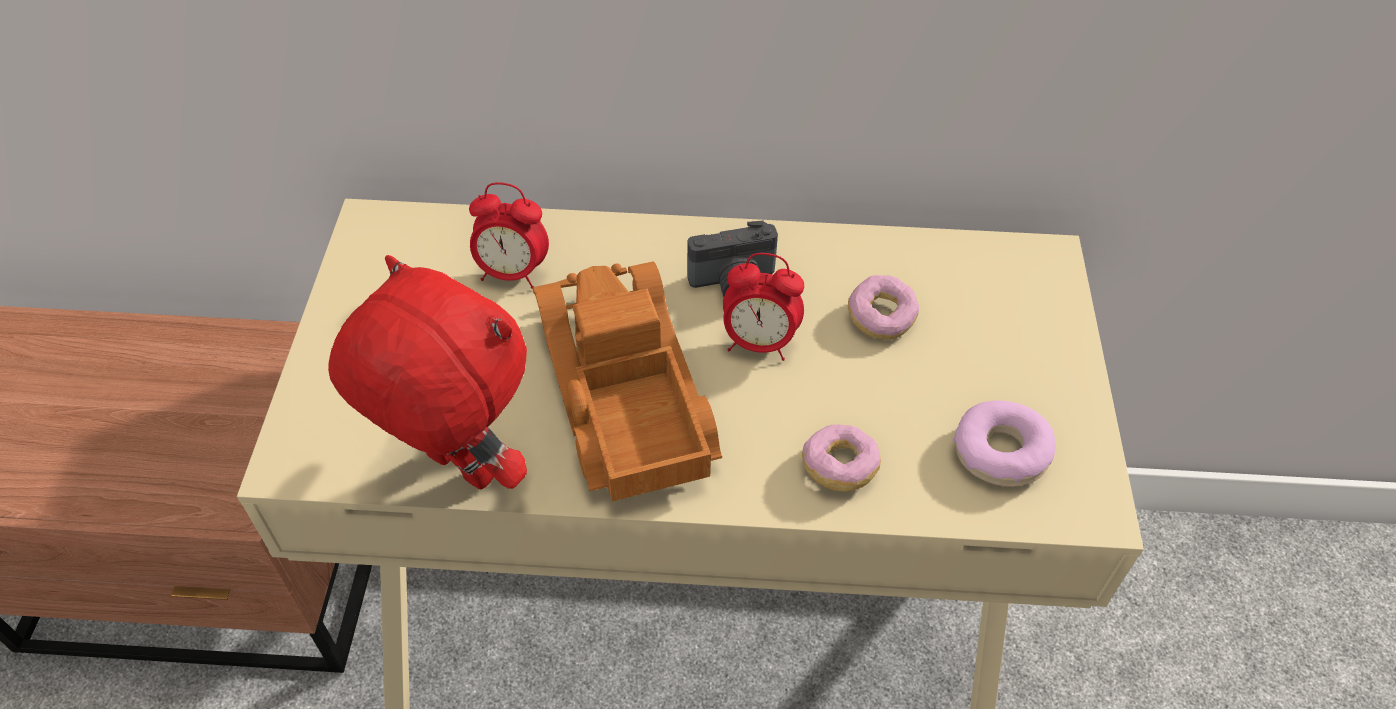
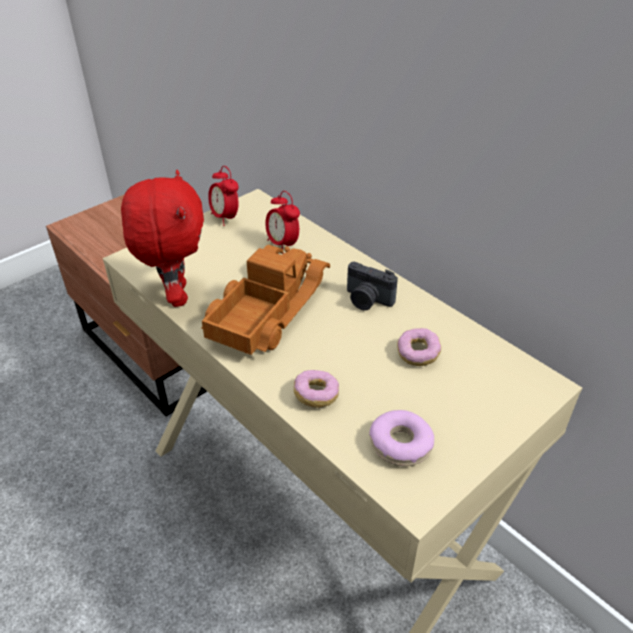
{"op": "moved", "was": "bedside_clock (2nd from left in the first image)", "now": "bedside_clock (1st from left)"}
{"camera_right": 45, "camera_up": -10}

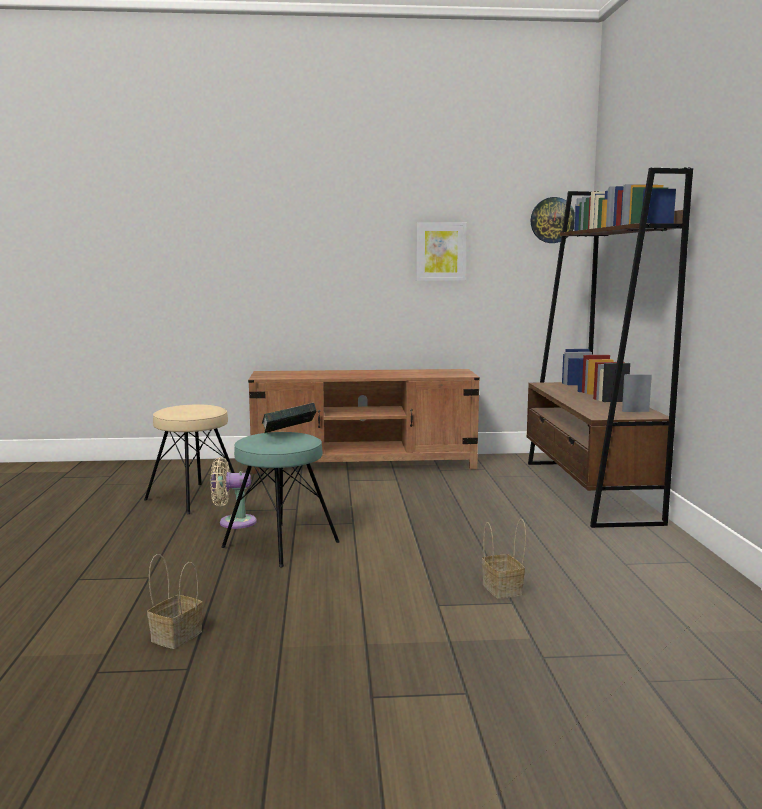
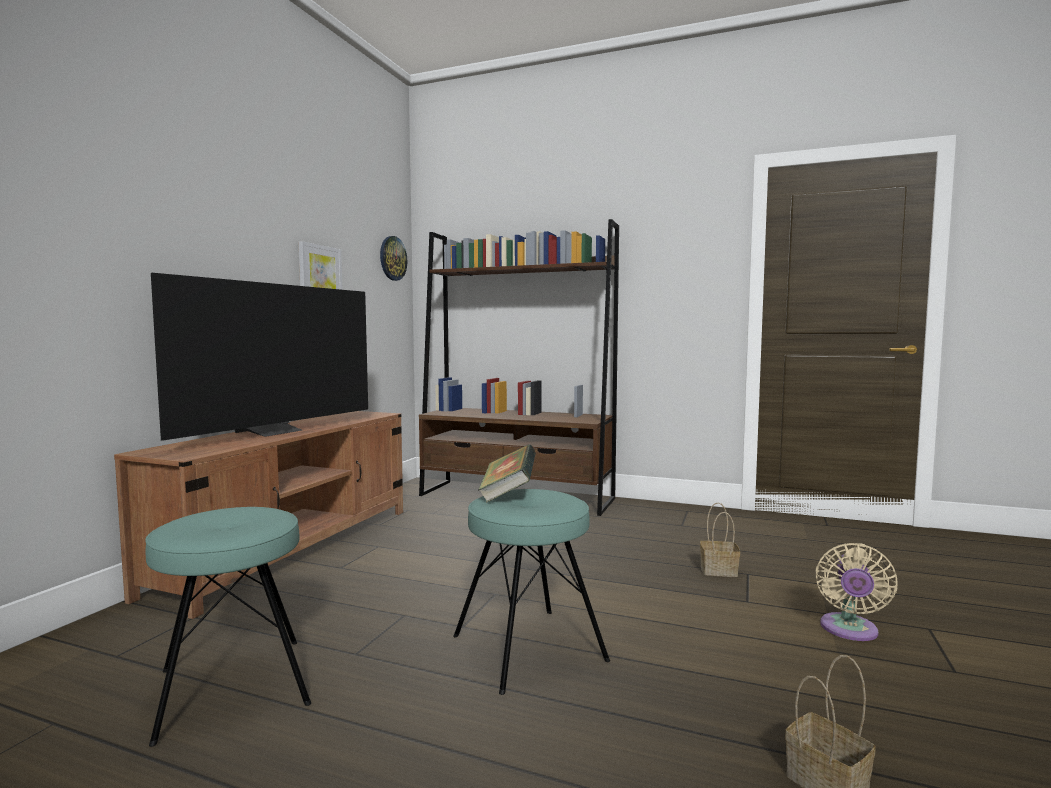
{"op": "recoloured", "was": "beige_sitting_stool", "now": "turquoise_sitting_stool (1st from left)"}
{"op": "added", "now": "TV"}
{"op": "moved", "was": "beige_cooling_fan"}
{"camera_right": -65, "camera_up": -5}

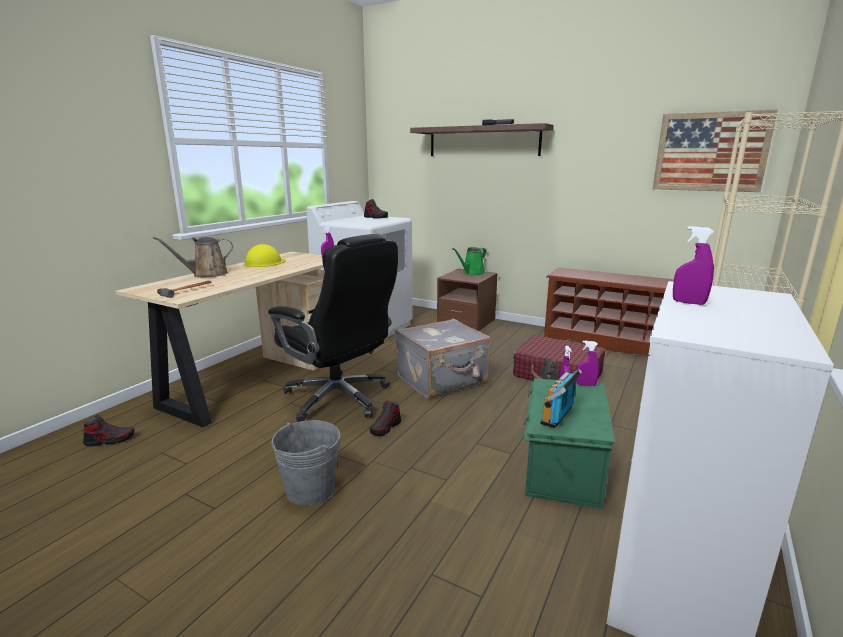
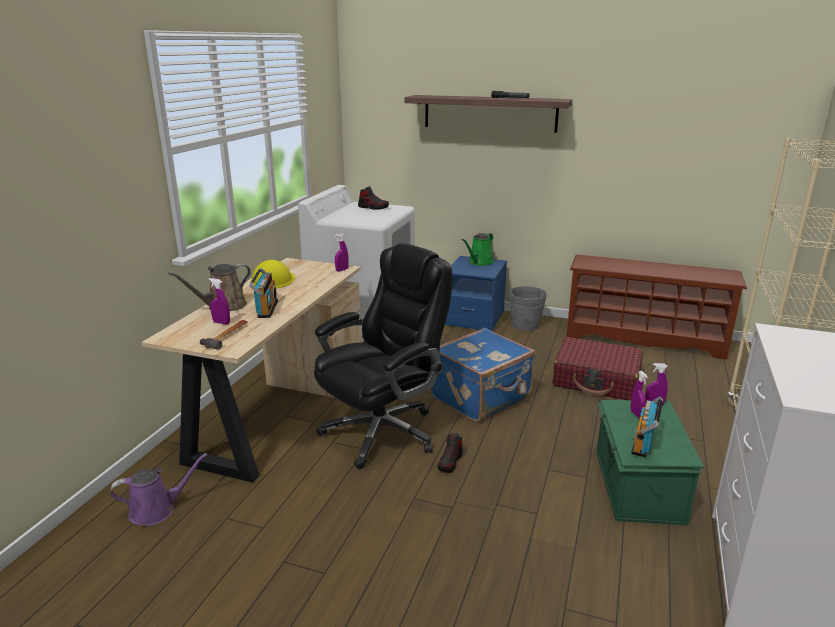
{"op": "replaced", "was": "item_of_footwear (1st from left)", "now": "purple-coloured_sprinkling_can"}
{"op": "moved", "was": "purple-coloured_sprayer (4th from left in the first image)", "now": "purple-coloured_sprayer (1st from left)"}
{"op": "added", "now": "radio (1st from left)"}
{"op": "turned", "was": "blackish_computer_chair", "clockwise": -75}
{"op": "recoloured", "was": "grey_travel_case", "now": "blue_travel_case"}
{"op": "recoloured", "was": "brownish_nightstand", "now": "blue_nightstand"}
{"op": "moved", "was": "grey_bucket"}
{"op": "removed", "was": "wall_art"}
{"camera_right": -10, "camera_up": 5}

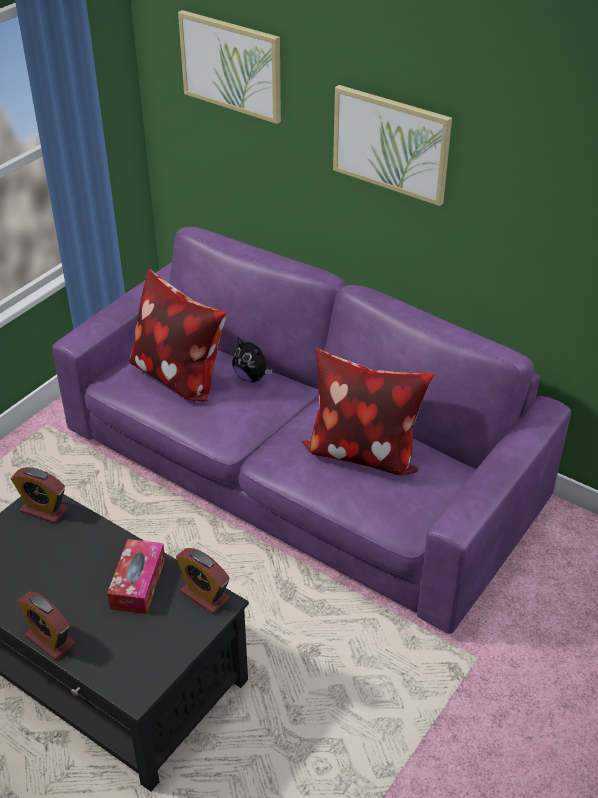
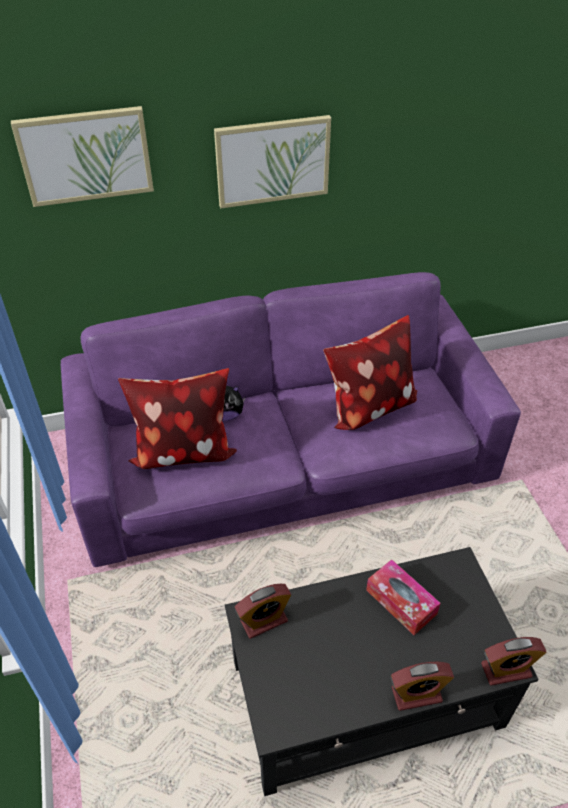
{"op": "moved", "was": "bedside_clock (3rd from left)"}
{"camera_right": -50, "camera_up": 5}

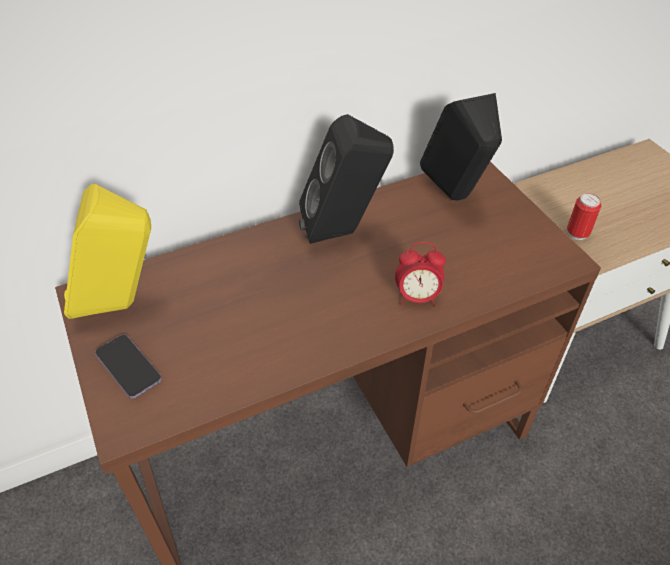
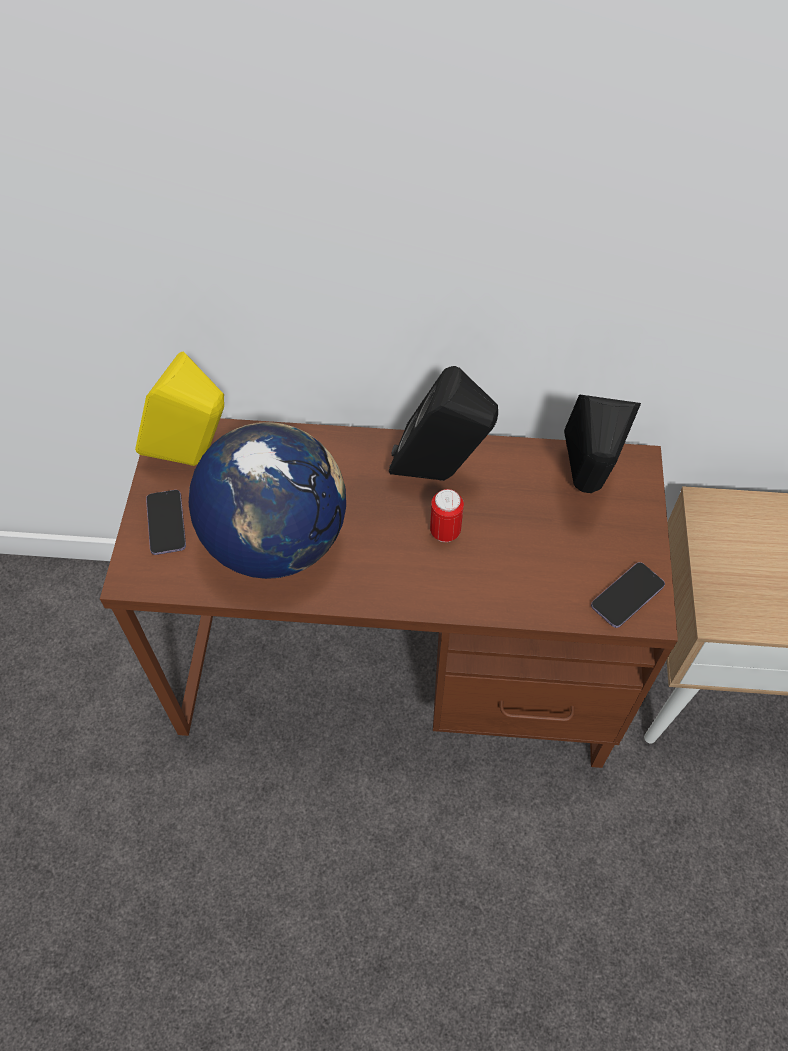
{"op": "added", "now": "globe"}
{"op": "moved", "was": "metal_can"}
{"op": "added", "now": "telephone (2nd from left)"}
{"op": "removed", "was": "bedside_clock"}
{"camera_right": 30, "camera_up": 10}

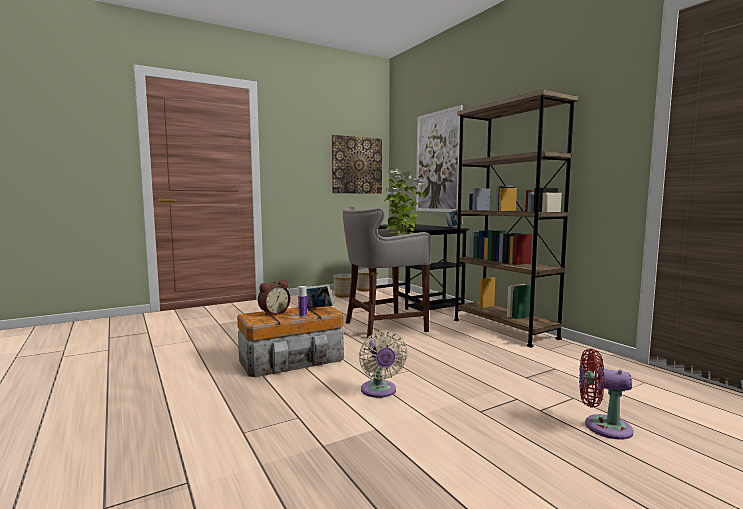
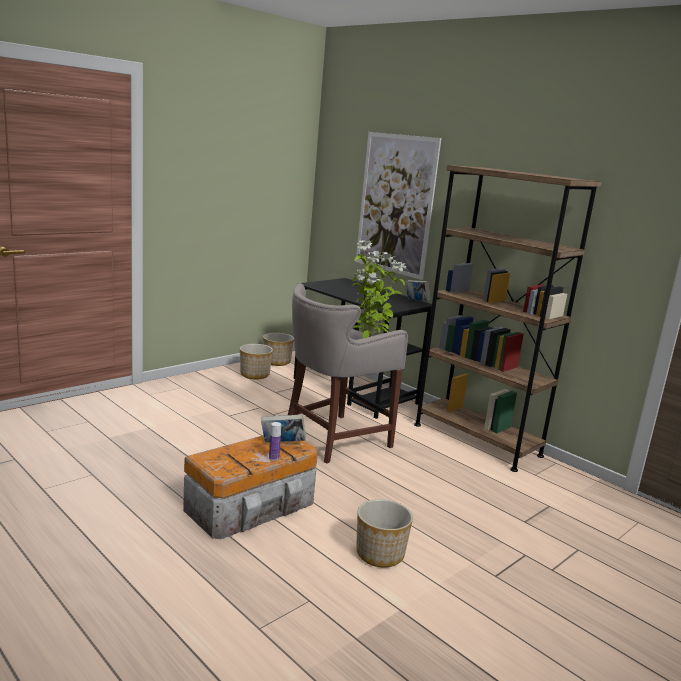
{"op": "replaced", "was": "beige_cooling_fan", "now": "plant_pot (3rd from left)"}
{"op": "removed", "was": "bedside_clock"}
{"op": "removed", "was": "wall_art (1st from left)"}
{"op": "removed", "was": "red-coloured_cooling_fan"}
{"camera_right": -15, "camera_up": 10}

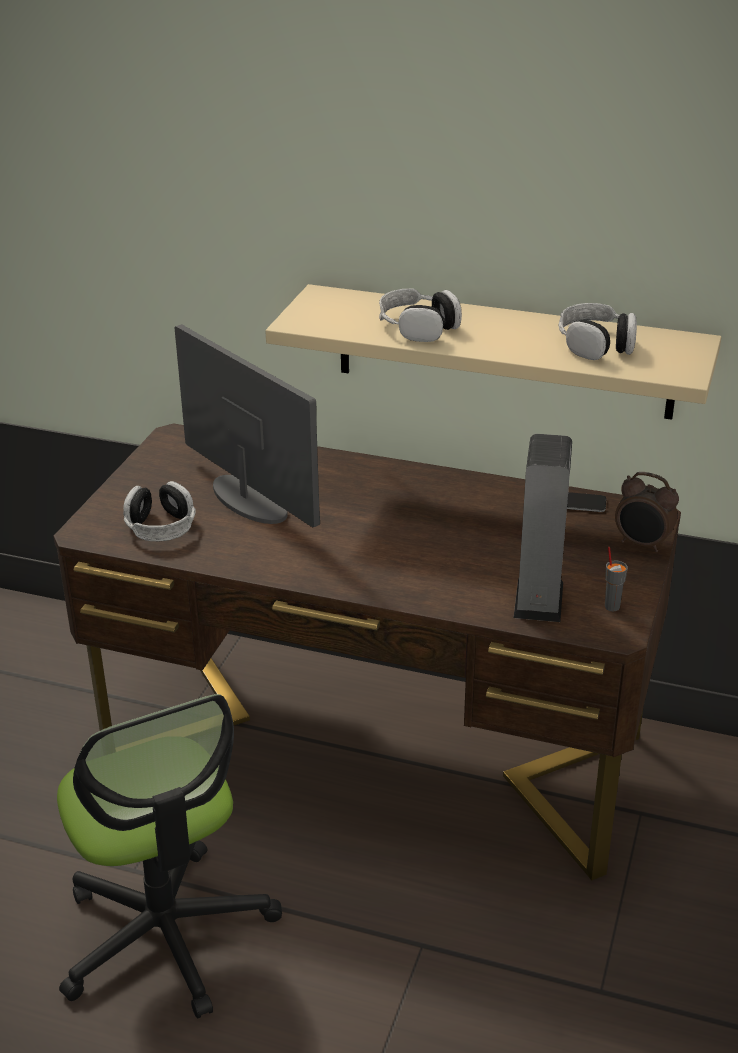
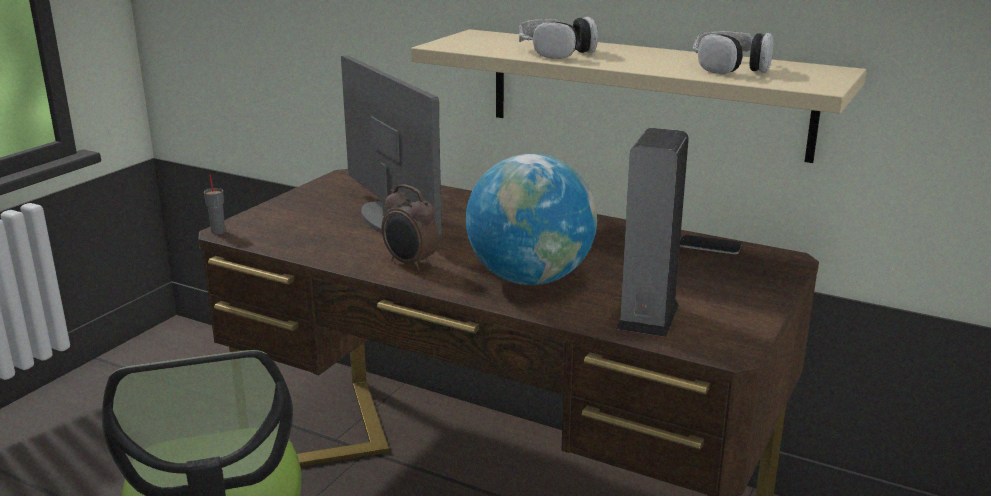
{"op": "moved", "was": "grey_small_cup"}
{"op": "moved", "was": "bedside_clock"}
{"op": "added", "now": "globe"}
{"op": "removed", "was": "pair_of_headphones (1st from left)"}
{"camera_right": 10, "camera_up": -10}

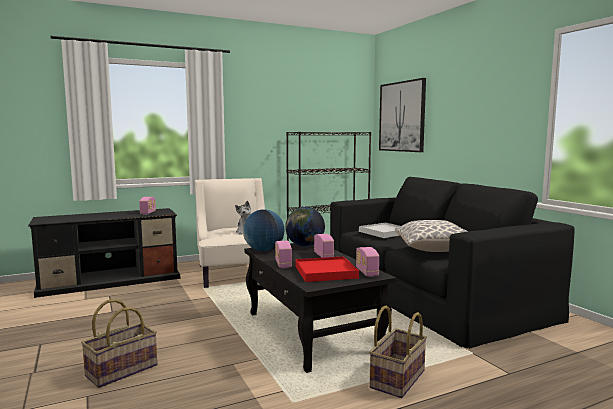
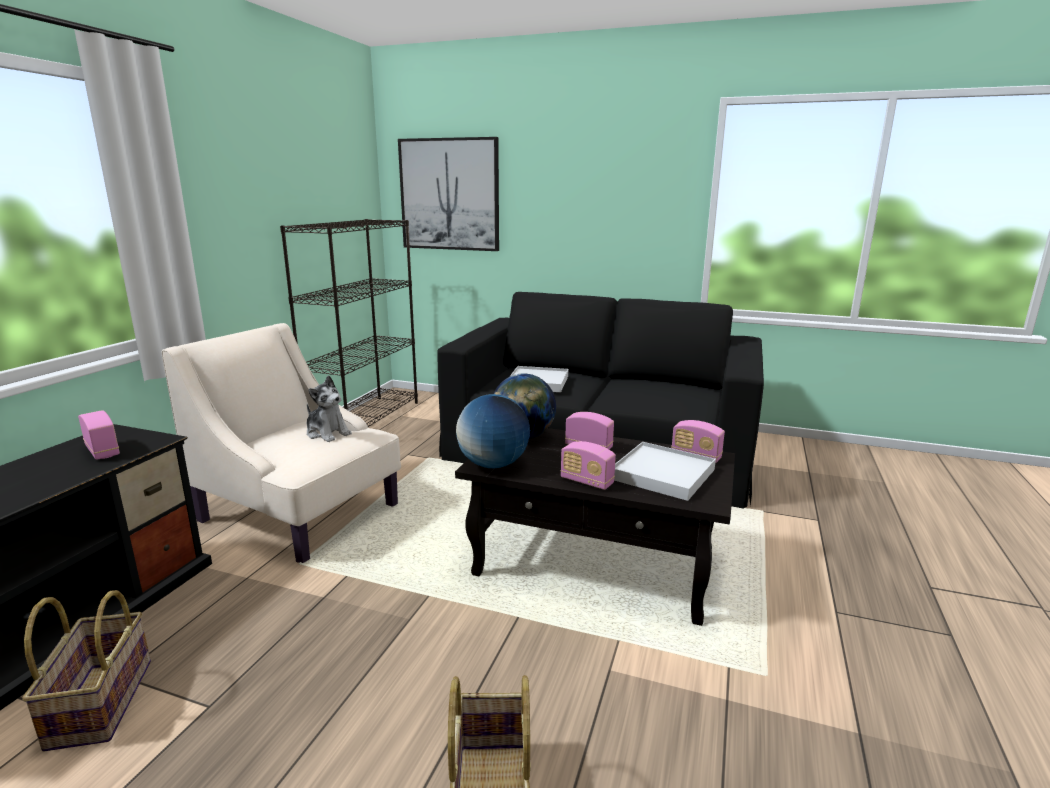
{"op": "moved", "was": "basket (2nd from left in the first image)", "now": "basket (1st from left)"}
{"op": "recoloured", "was": "red-coloured_serving_tray", "now": "white_serving_tray (2nd from left)"}
{"op": "removed", "was": "pillow"}
{"camera_right": -45, "camera_up": 10}

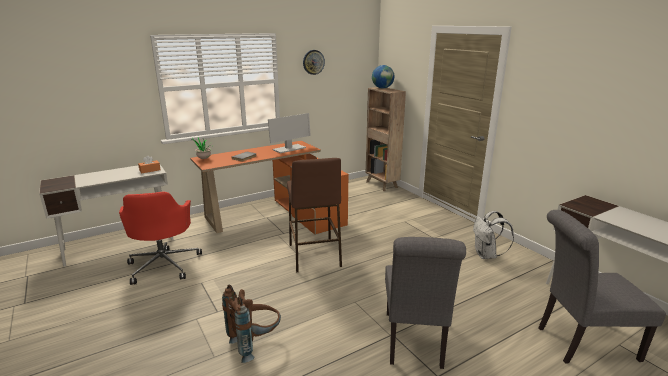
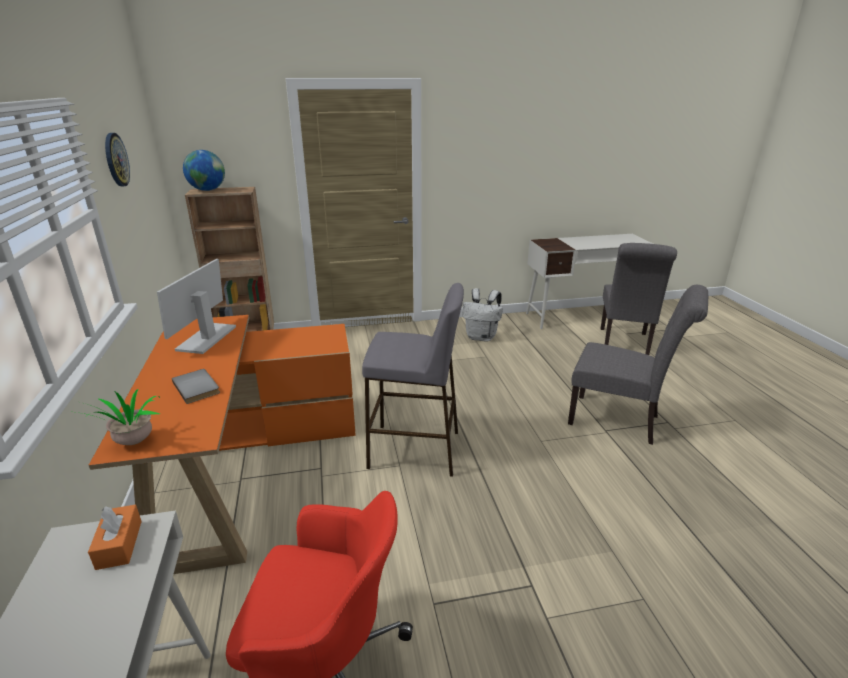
{"op": "turned", "was": "monitor", "clockwise": -150}
{"op": "recoloured", "was": "brownish_sitting_stool", "now": "grey_sitting_stool"}
{"op": "removed", "was": "brownish_rucksack"}
{"camera_right": -70, "camera_up": 5}

